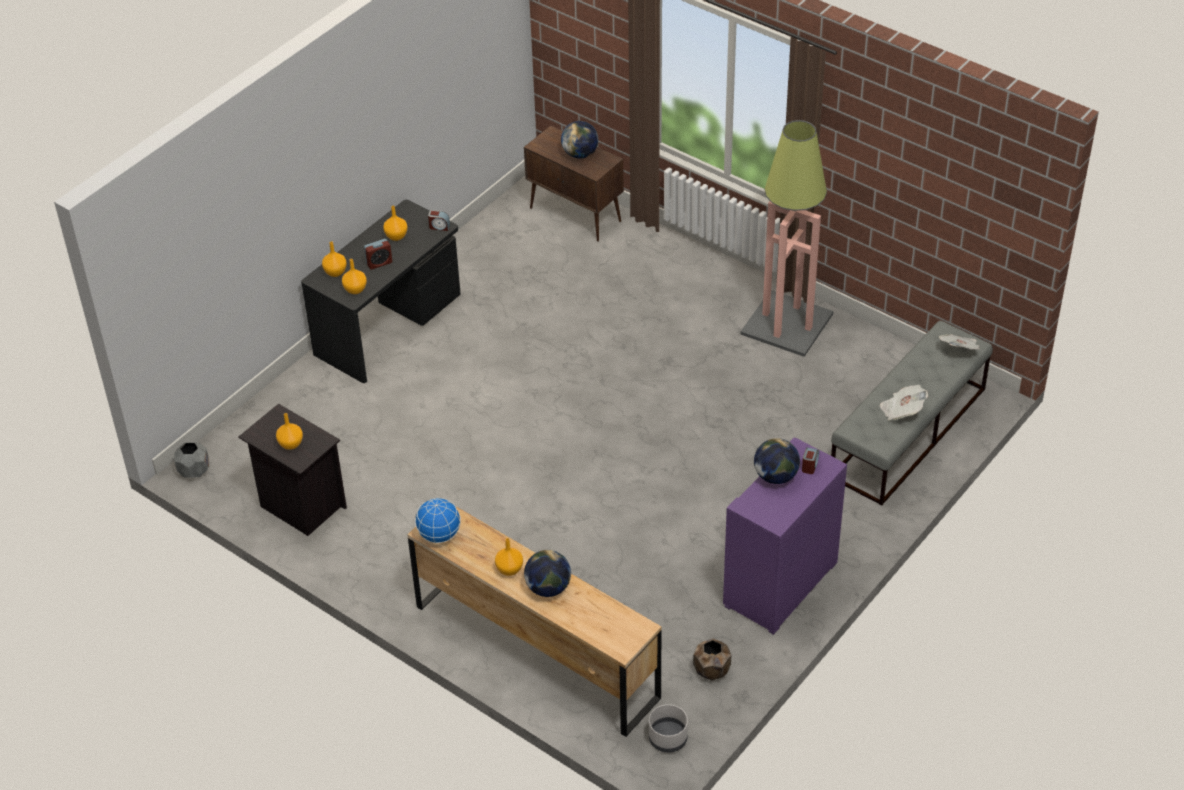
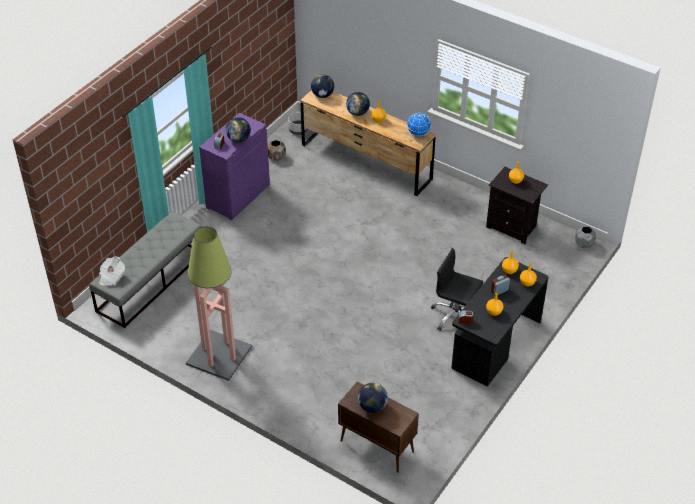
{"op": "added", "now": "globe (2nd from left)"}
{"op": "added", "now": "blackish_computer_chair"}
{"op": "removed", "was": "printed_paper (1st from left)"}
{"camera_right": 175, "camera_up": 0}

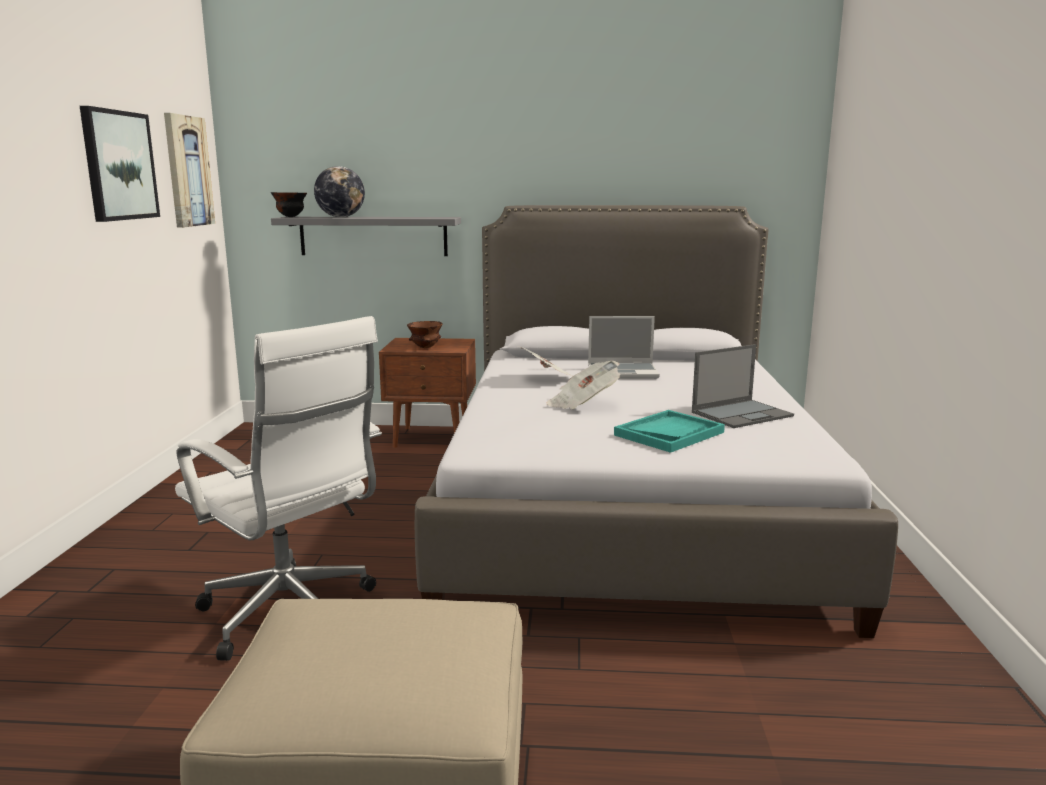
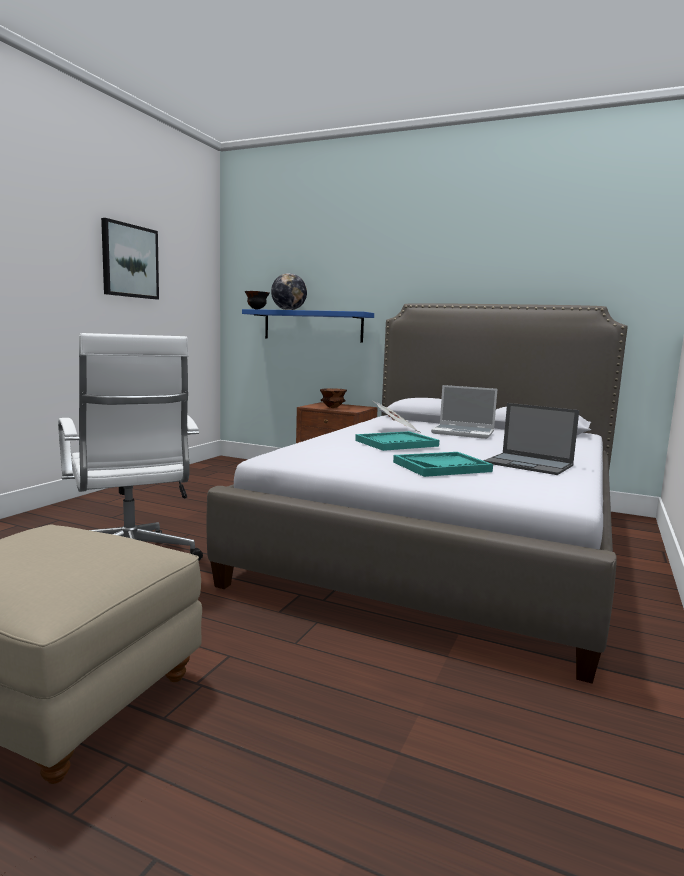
{"op": "recoloured", "was": "grey_wall_shelf", "now": "blue_wall_shelf"}
{"op": "replaced", "was": "printed_paper (2nd from left)", "now": "turquoise_serving_tray (1st from left)"}
{"op": "turned", "was": "laptop (2nd from left)", "clockwise": 45}
{"op": "removed", "was": "wall_art (2nd from left)"}
{"camera_right": 20, "camera_up": -5}

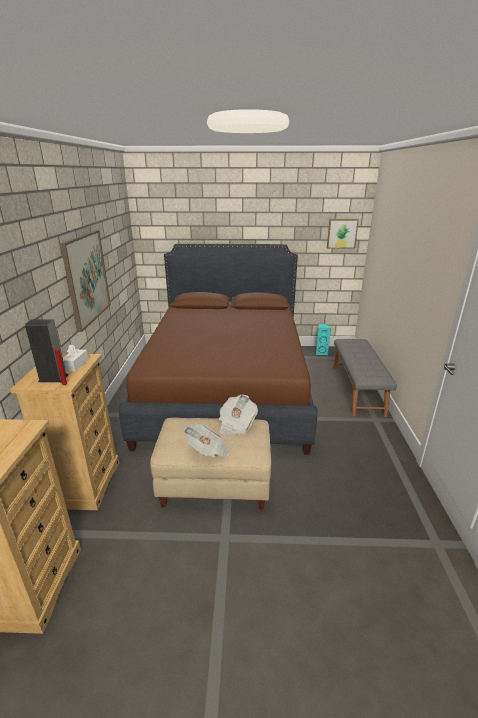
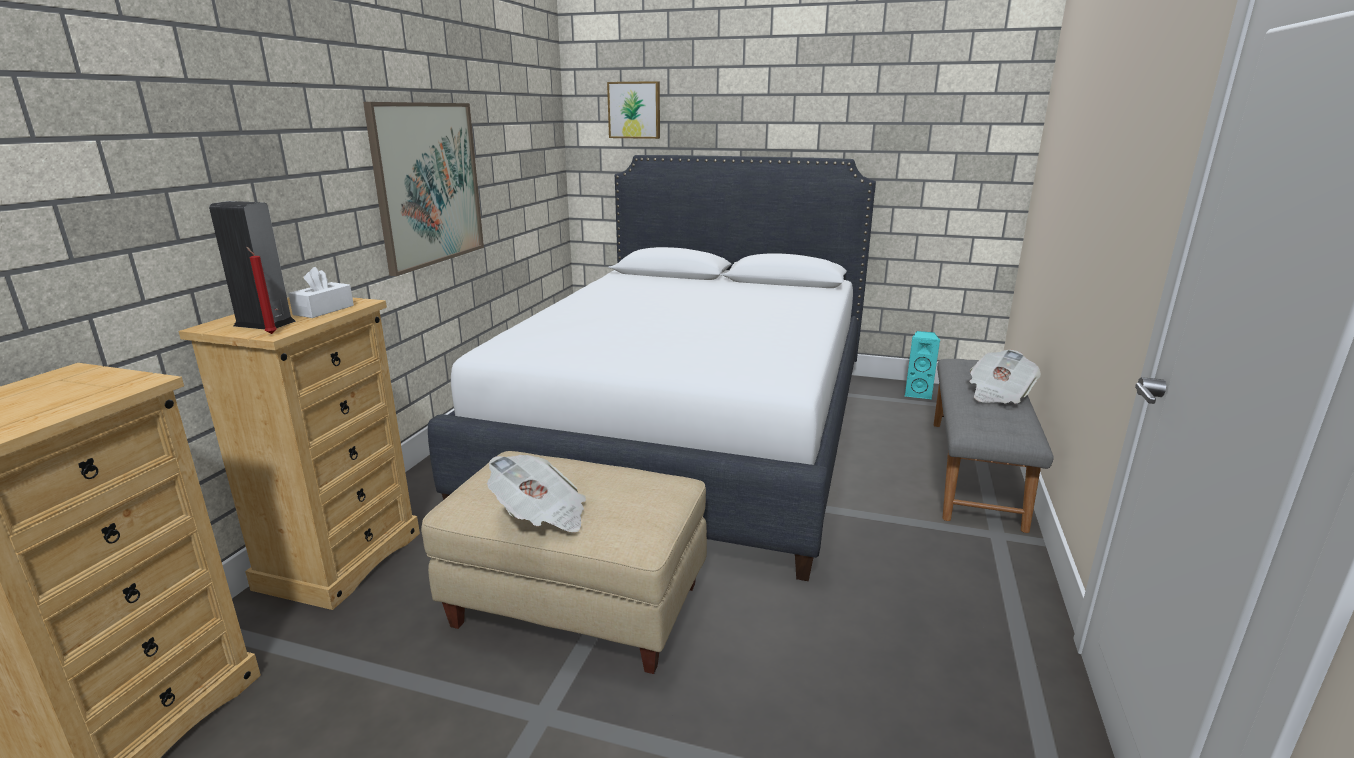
{"op": "recoloured", "was": "brownish_bedroom_bed", "now": "white_bedroom_bed"}
{"op": "moved", "was": "wall_art (2nd from left)"}
{"op": "moved", "was": "printed_paper (2nd from left)"}
{"camera_right": 15, "camera_up": -5}

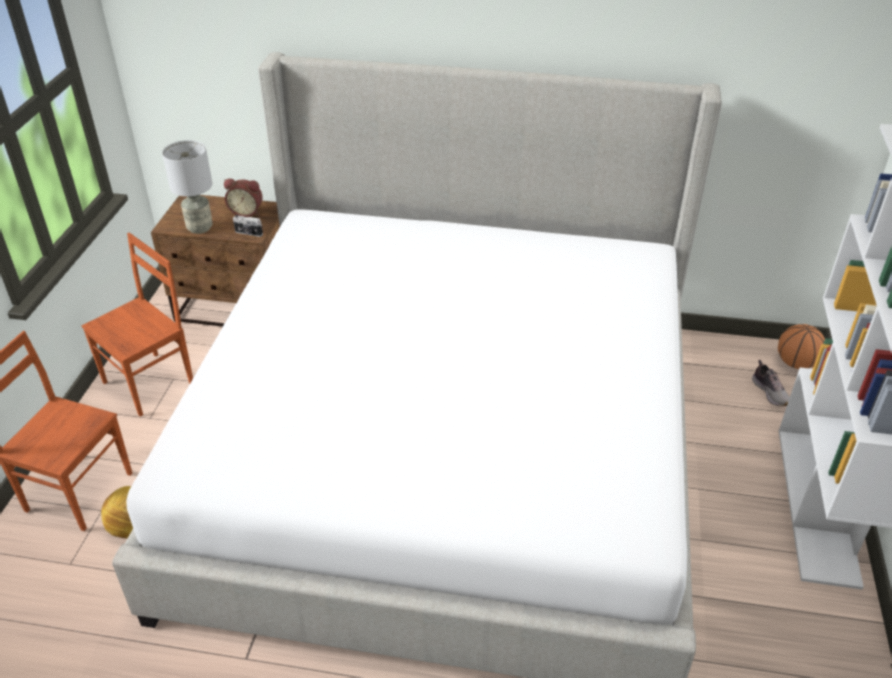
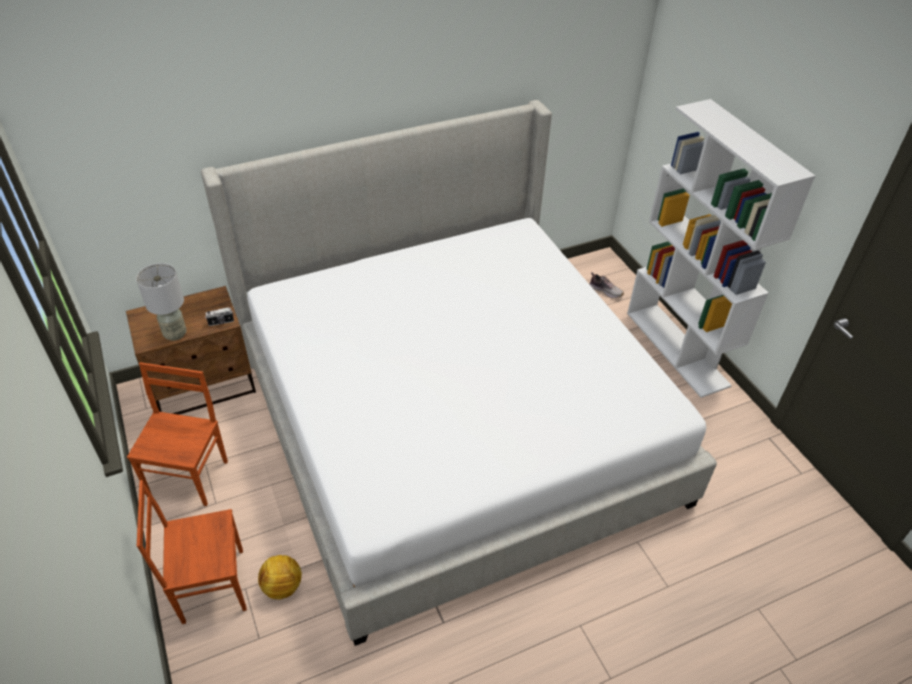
{"op": "removed", "was": "bedside_clock"}
{"op": "removed", "was": "basketball_ball"}
{"camera_right": -35, "camera_up": 5}

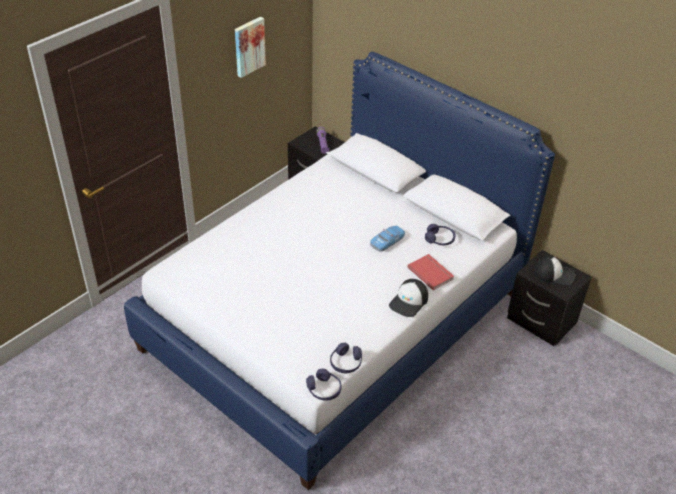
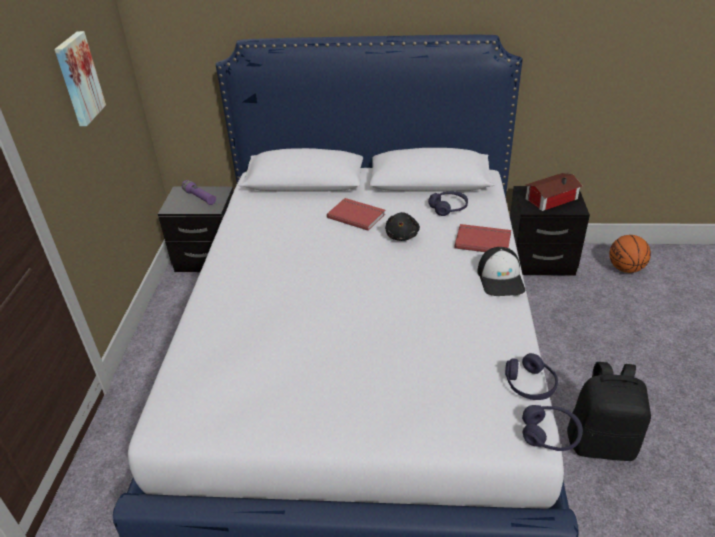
{"op": "added", "now": "red-coloured_volume (1st from left)"}
{"op": "replaced", "was": "model_car", "now": "blackish_soft_toy"}
{"op": "replaced", "was": "peaked_cap (2nd from left)", "now": "miniature_house"}
{"op": "added", "now": "blackish_rucksack"}
{"op": "added", "now": "basketball_ball"}
{"camera_right": -35, "camera_up": -5}

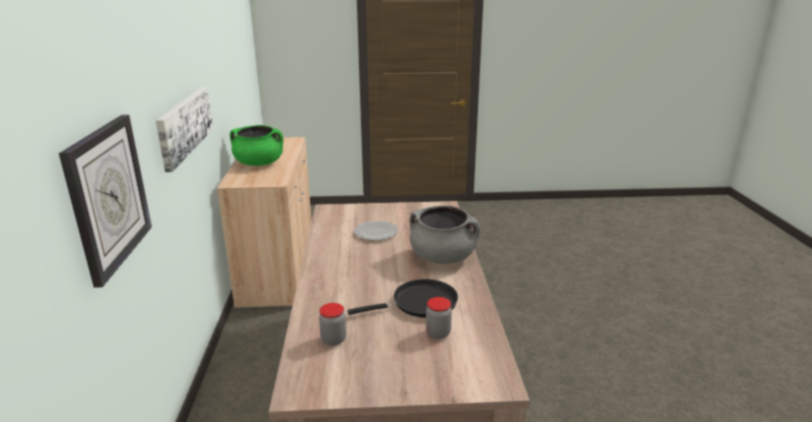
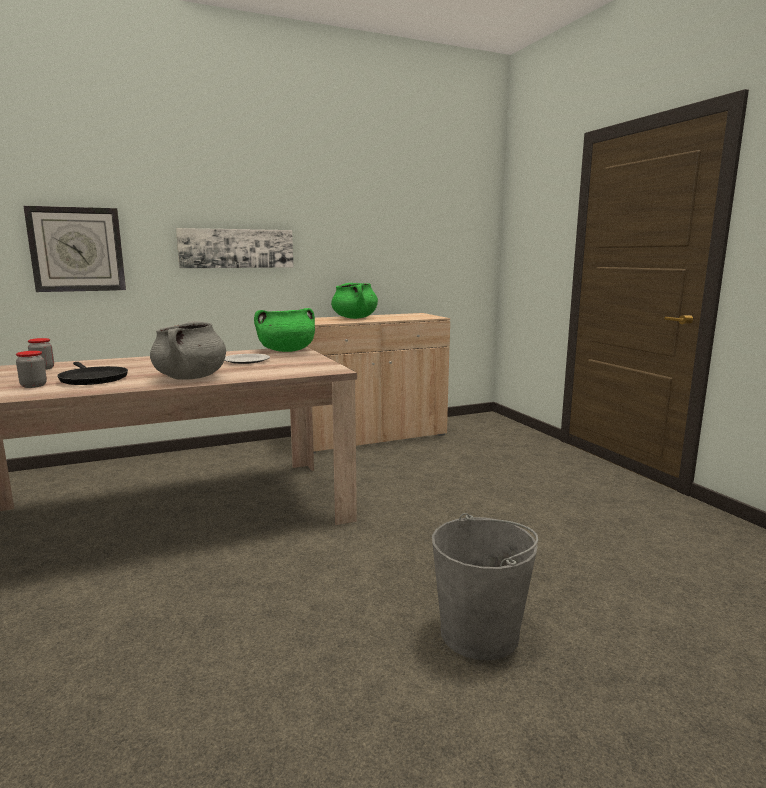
{"op": "added", "now": "green-coloured_stockpot (1st from left)"}
{"op": "added", "now": "grey_bucket"}
{"camera_right": 70, "camera_up": -10}

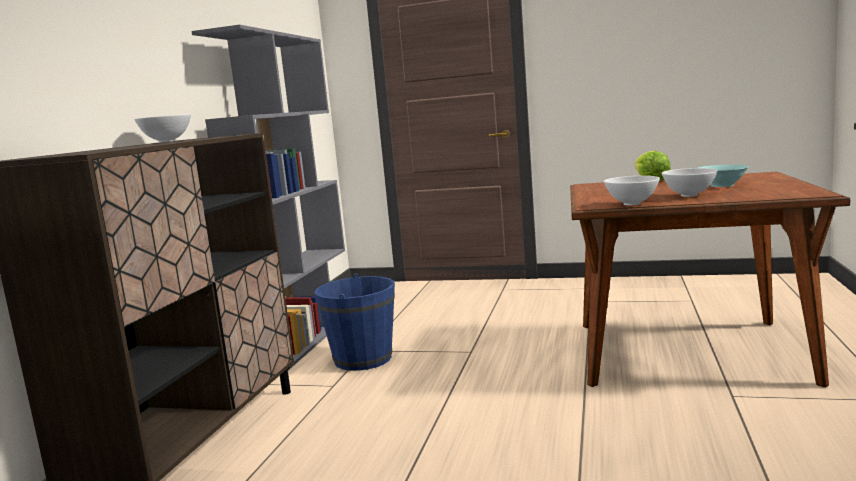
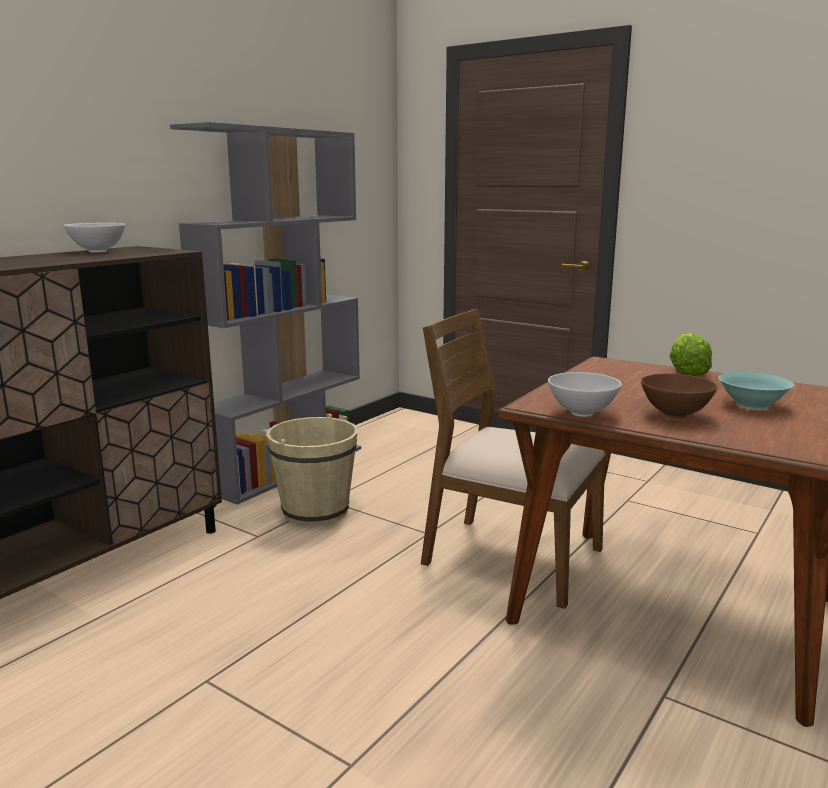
{"op": "recoloured", "was": "blue_bucket", "now": "beige_bucket"}
{"op": "added", "now": "brownish_plain_chair"}
{"op": "recoloured", "was": "white_deep_dish (3rd from left)", "now": "brownish_deep_dish"}
{"camera_right": 20, "camera_up": 5}

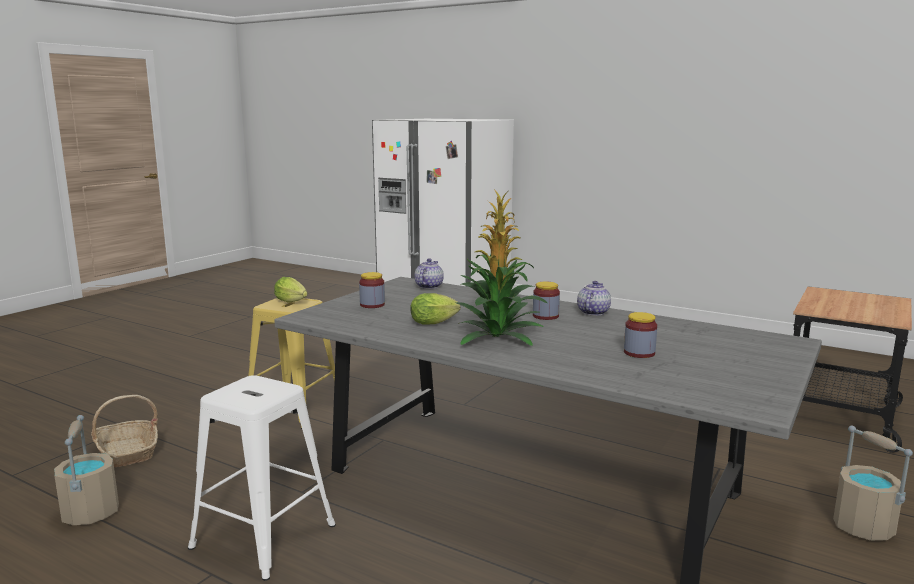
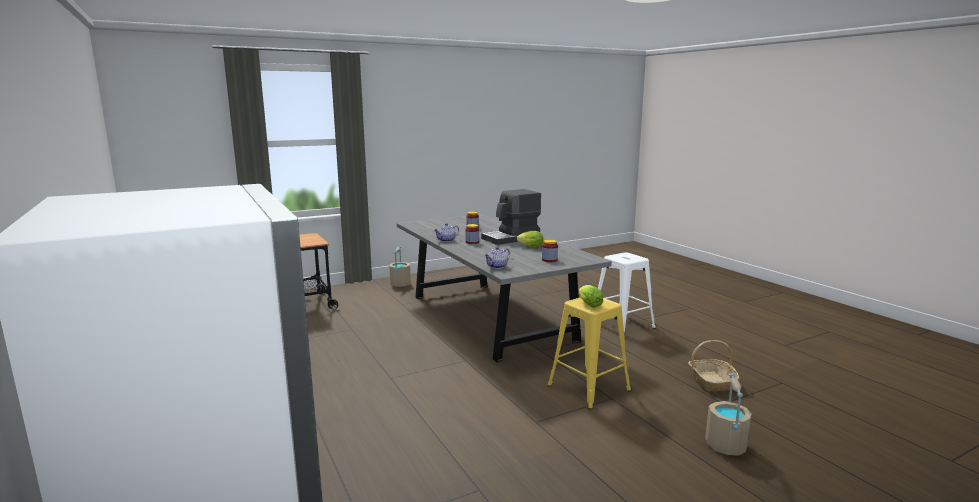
{"op": "replaced", "was": "potted_plant", "now": "coffee_machine"}
{"op": "moved", "was": "beige_bucket (1st from left in the first image)", "now": "beige_bucket (2nd from left)"}
{"camera_right": -150, "camera_up": 0}

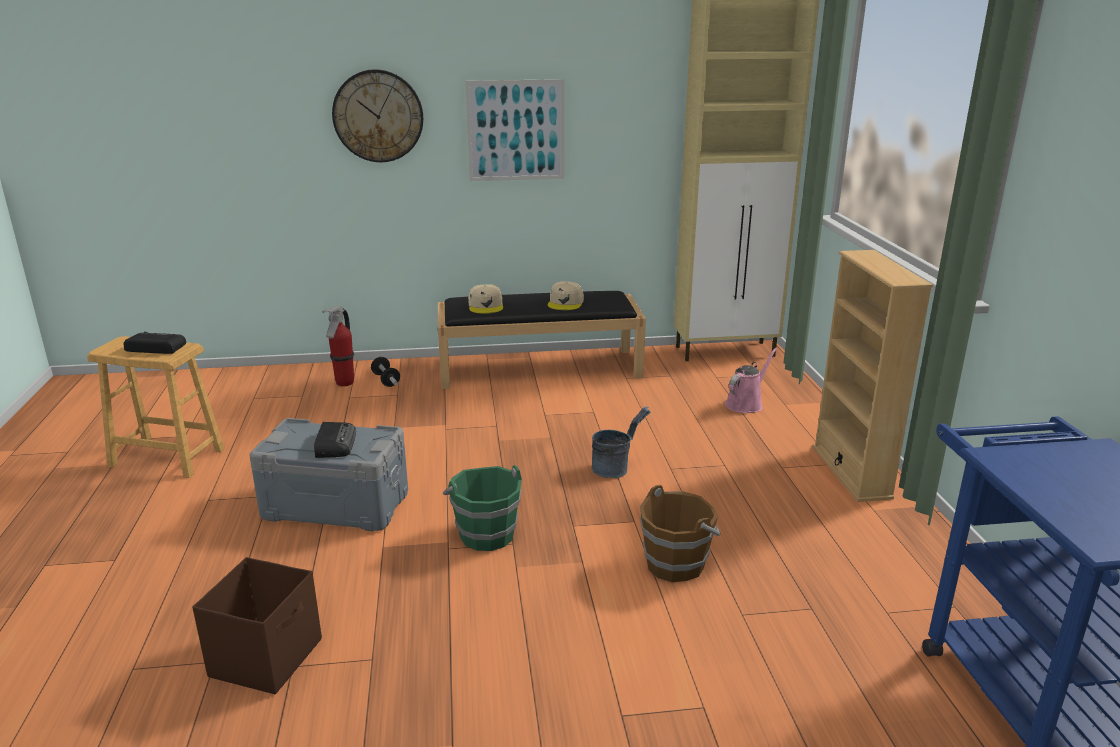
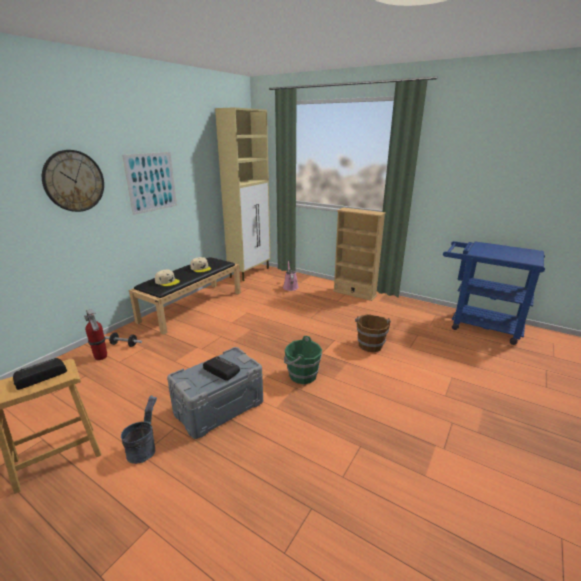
{"op": "moved", "was": "grey_bucket"}
{"op": "removed", "was": "brownish_storage_bin"}
{"camera_right": -50, "camera_up": 0}

